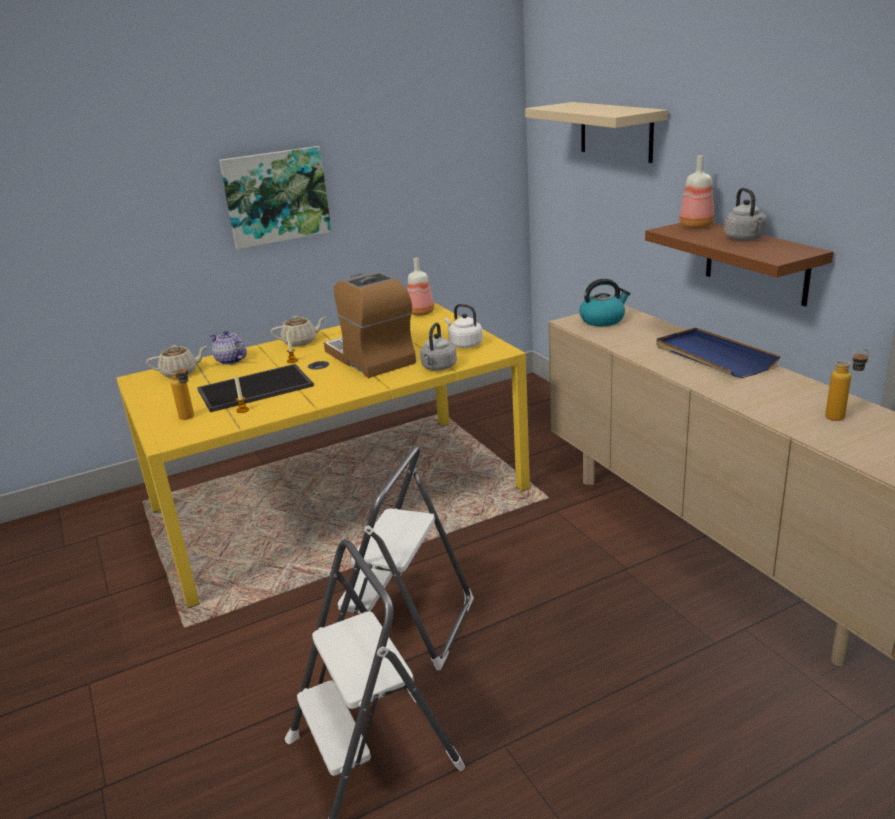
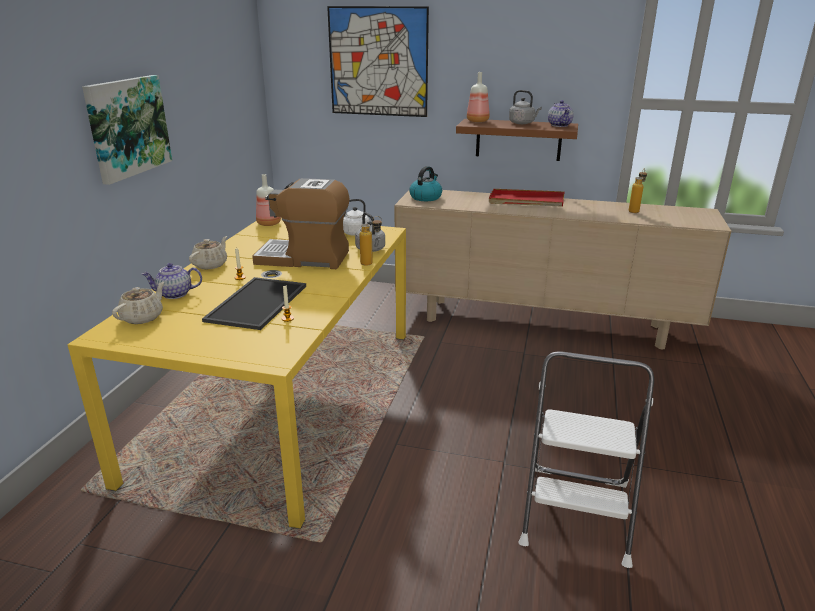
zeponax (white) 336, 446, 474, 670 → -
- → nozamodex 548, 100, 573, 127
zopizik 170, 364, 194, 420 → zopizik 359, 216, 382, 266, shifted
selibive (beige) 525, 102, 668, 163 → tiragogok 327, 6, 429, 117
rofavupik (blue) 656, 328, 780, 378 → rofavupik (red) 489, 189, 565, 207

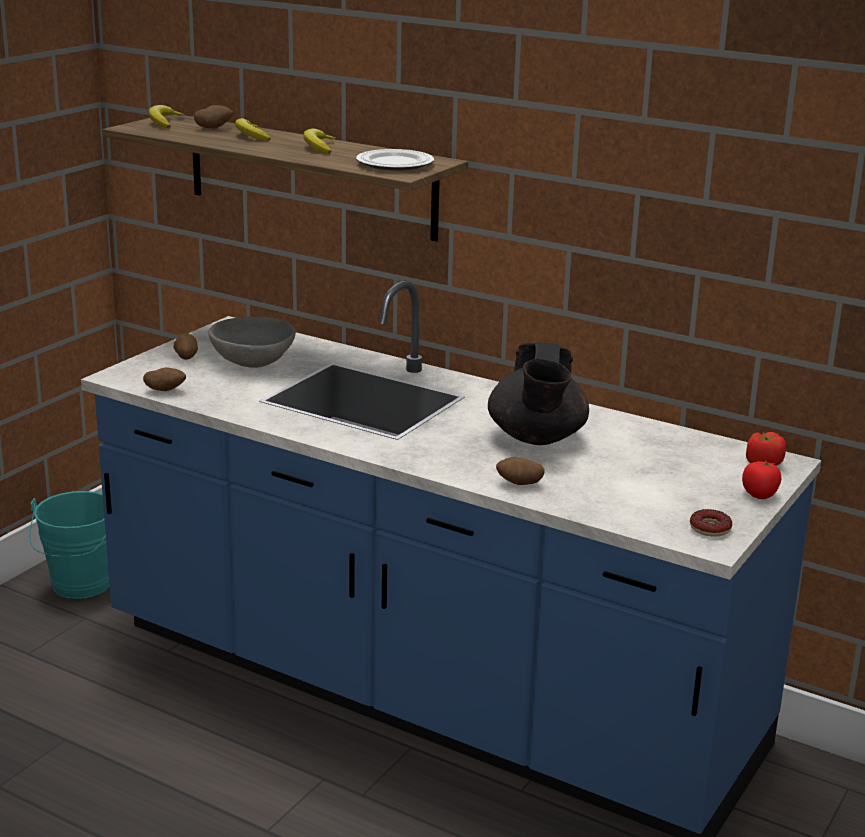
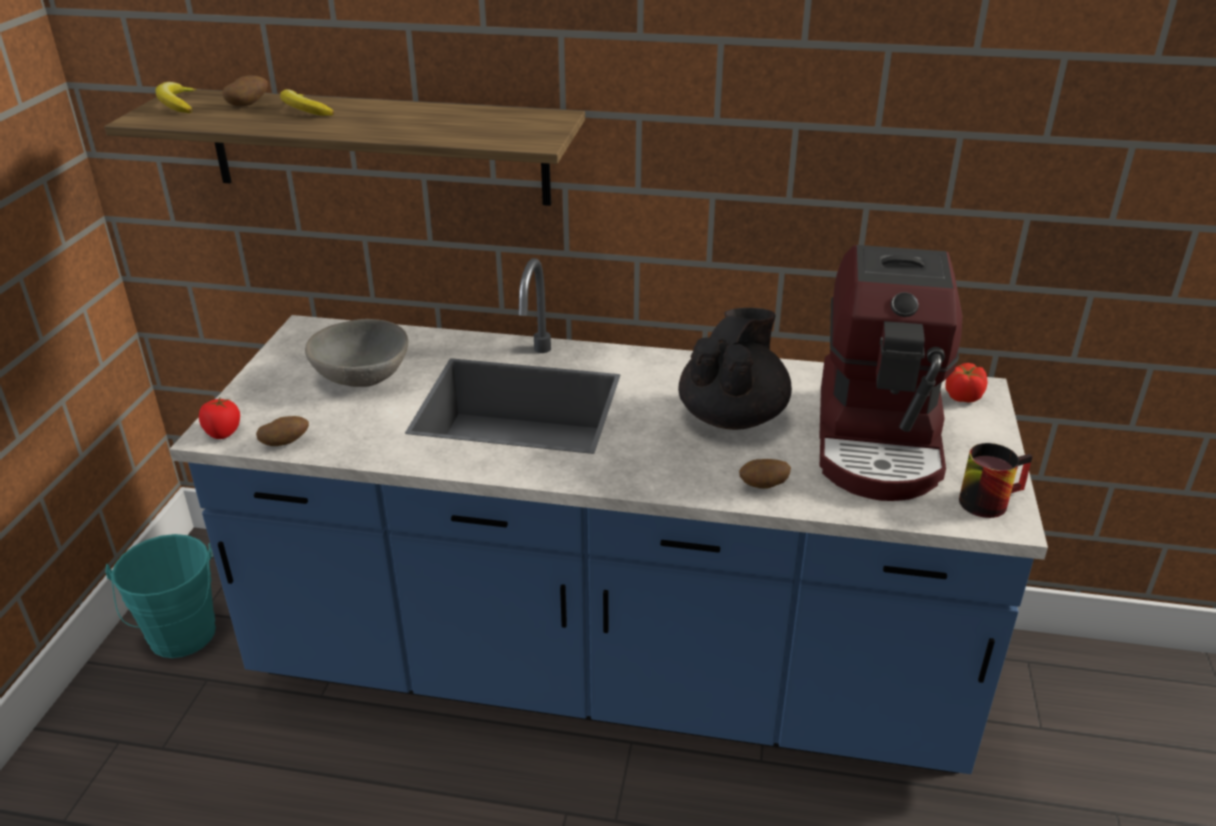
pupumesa 173, 333, 198, 360 → -
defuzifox 303, 129, 336, 154 → -
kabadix 356, 149, 434, 171 → -
- → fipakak 819, 245, 962, 501
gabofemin 742, 460, 781, 499 → gabofemin 199, 398, 240, 439, shifted
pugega 690, 509, 732, 537 → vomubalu 959, 443, 1033, 518
nozamodex (black) 488, 342, 589, 445 → nozamodex (black) 678, 308, 792, 430, 135 degrees counterclockwise

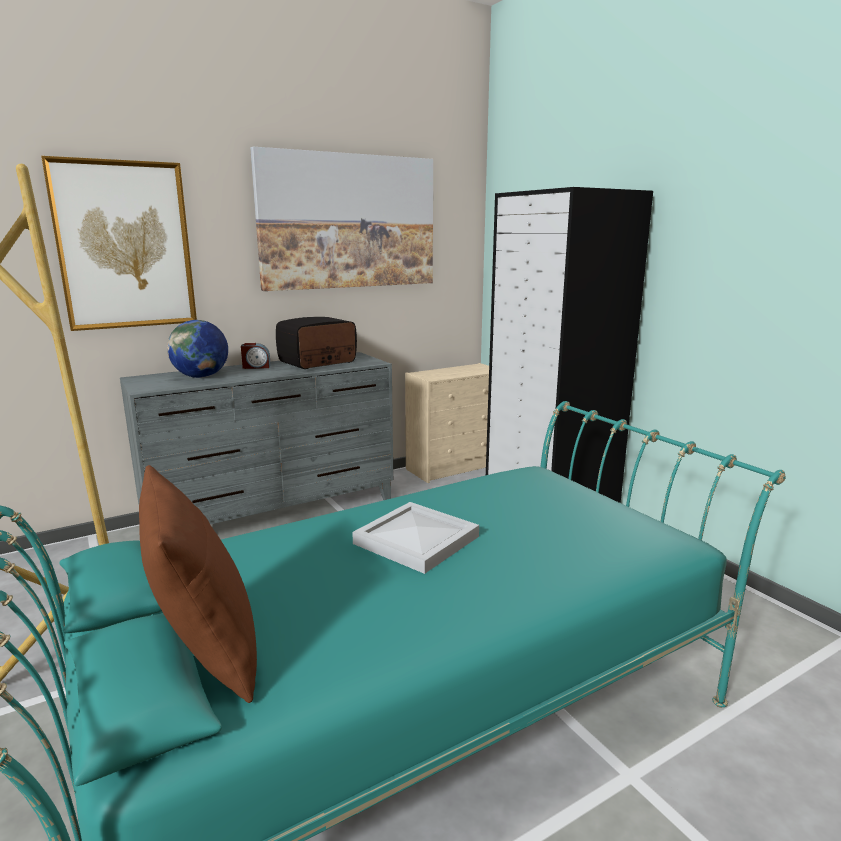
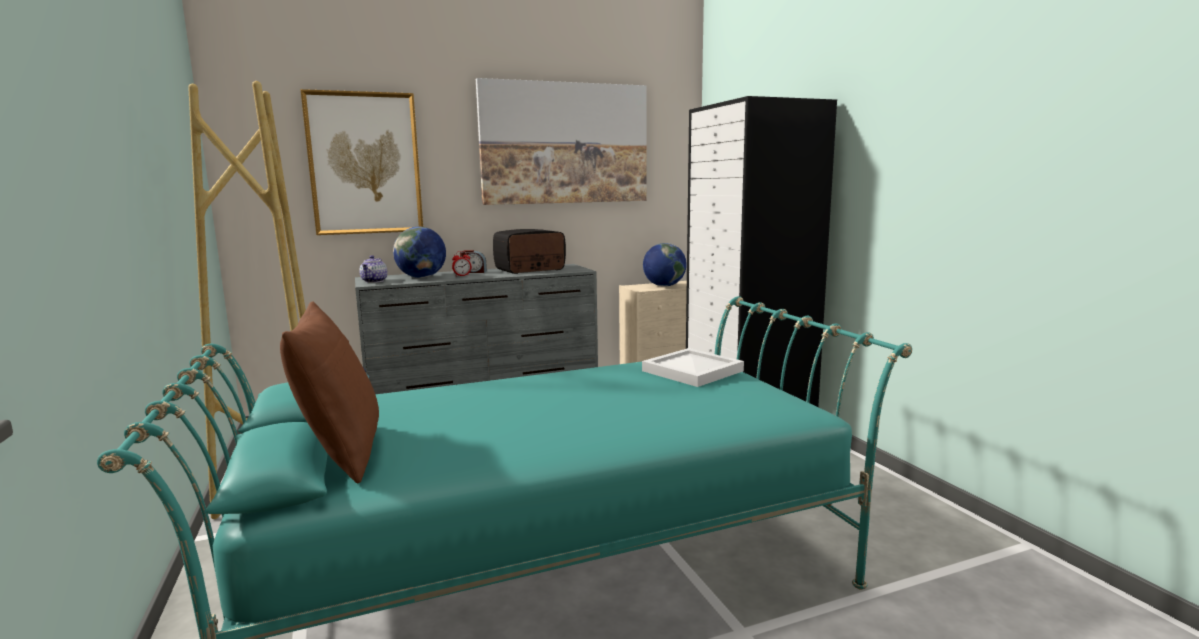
- → nozamodex 359, 255, 388, 283
- → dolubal 452, 251, 471, 277
- → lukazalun 643, 243, 687, 287
rofavupik (white) 352, 502, 479, 574 → rofavupik (white) 642, 348, 744, 387, shifted

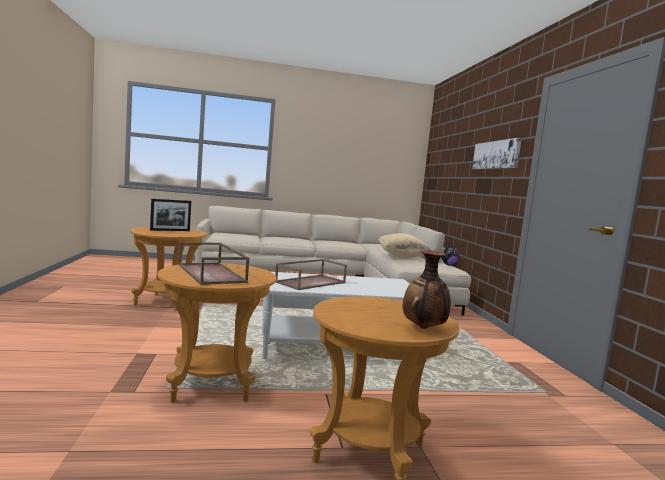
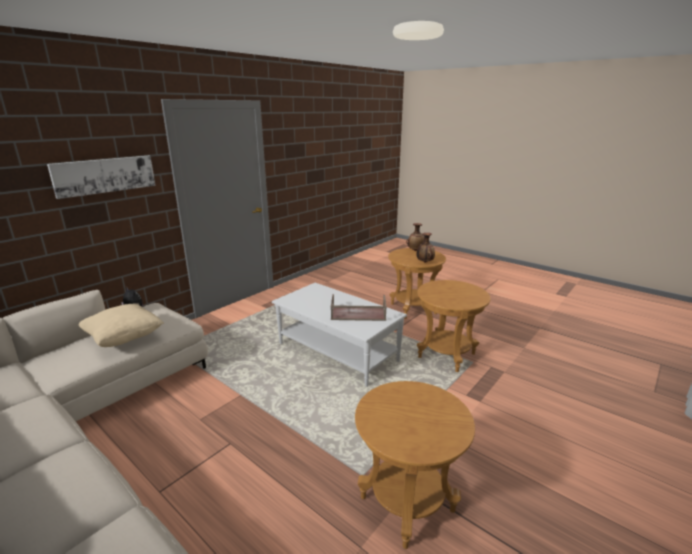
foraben 150, 199, 191, 231 → -
rofavupik (brown) 179, 242, 250, 285 → -
- → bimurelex 416, 233, 435, 263

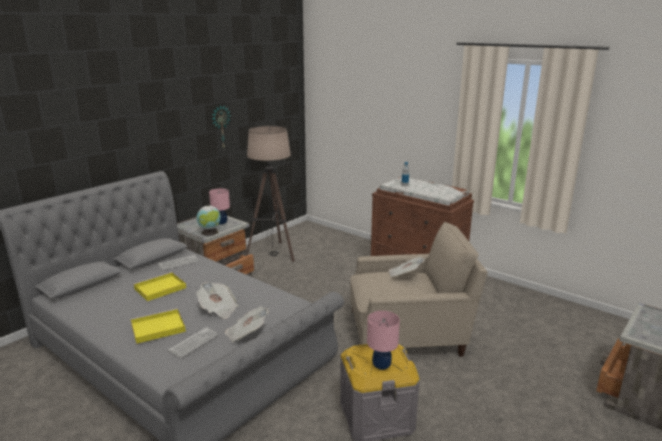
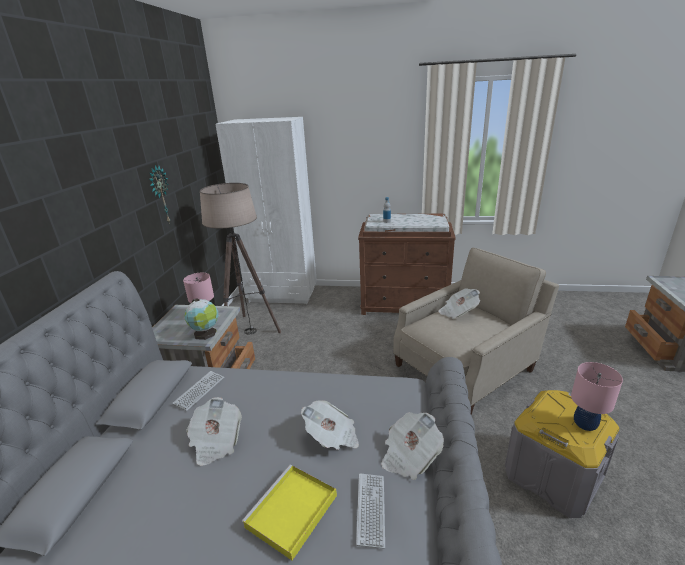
- → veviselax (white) 215, 117, 317, 304
rofavupik (yellow) 133, 272, 186, 301 → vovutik 186, 397, 242, 466

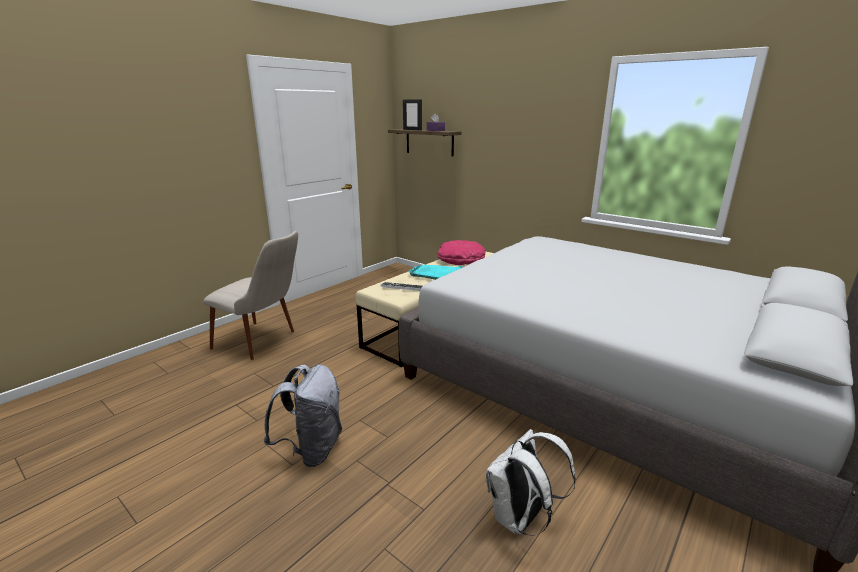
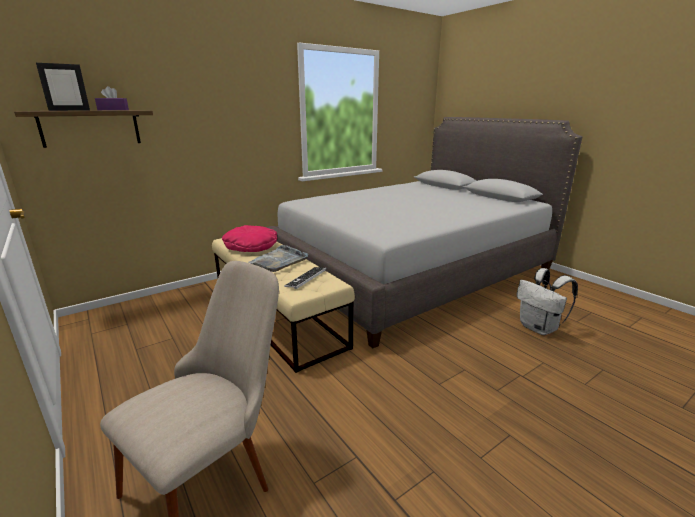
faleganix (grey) 264, 364, 342, 467 → -
rofavupik (turquoise) 408, 264, 463, 280 → rofavupik (grey) 249, 245, 308, 272

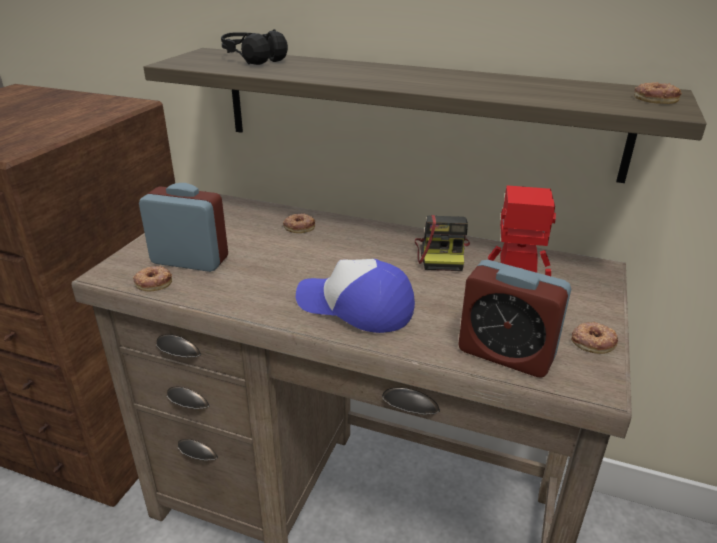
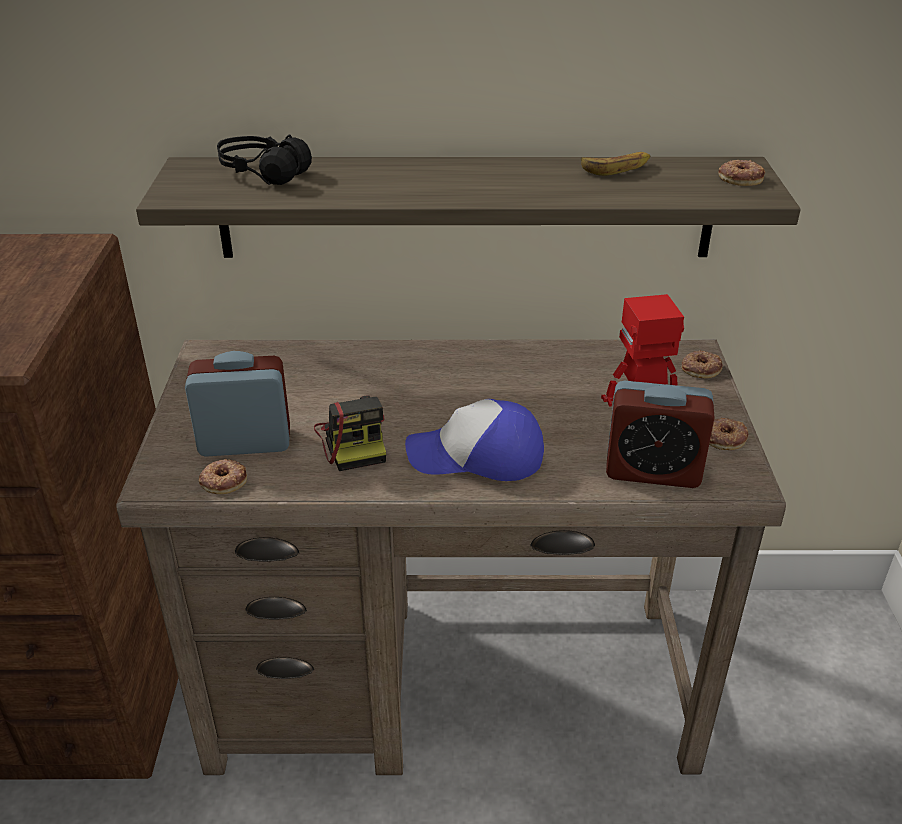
- → defuzifox 581, 152, 650, 176
pugega 283, 213, 315, 233 → pugega 682, 350, 723, 378, shifted
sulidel 415, 215, 470, 271 → sulidel 314, 395, 386, 471, shifted

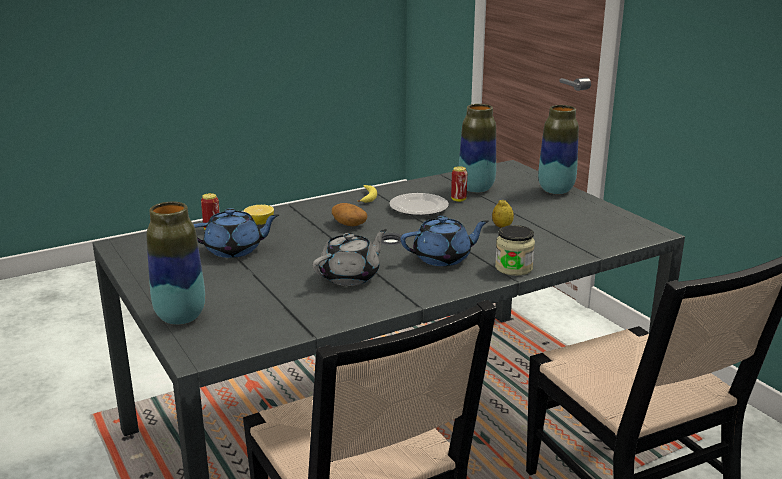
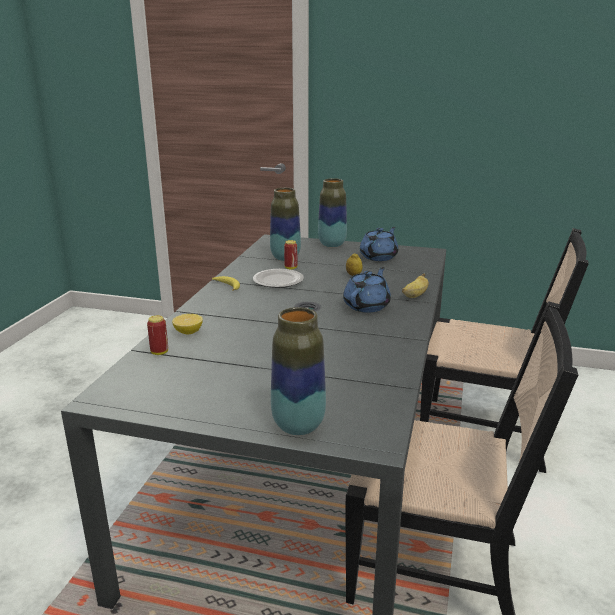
nozamodex (grey) 313, 229, 387, 286 → -
pupumesa 332, 203, 367, 226 → -
nozamodex (blue) 193, 208, 279, 258 → nozamodex (blue) 360, 227, 398, 261, shifted
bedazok 495, 225, 535, 276 → defuzifox 402, 273, 429, 298

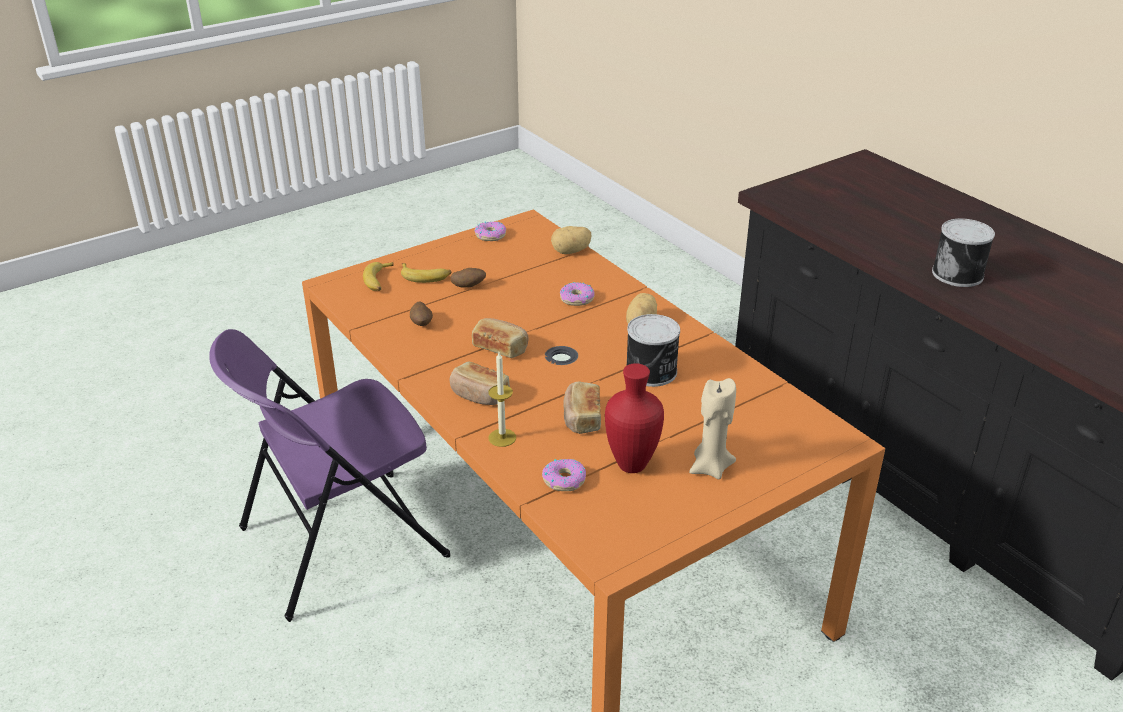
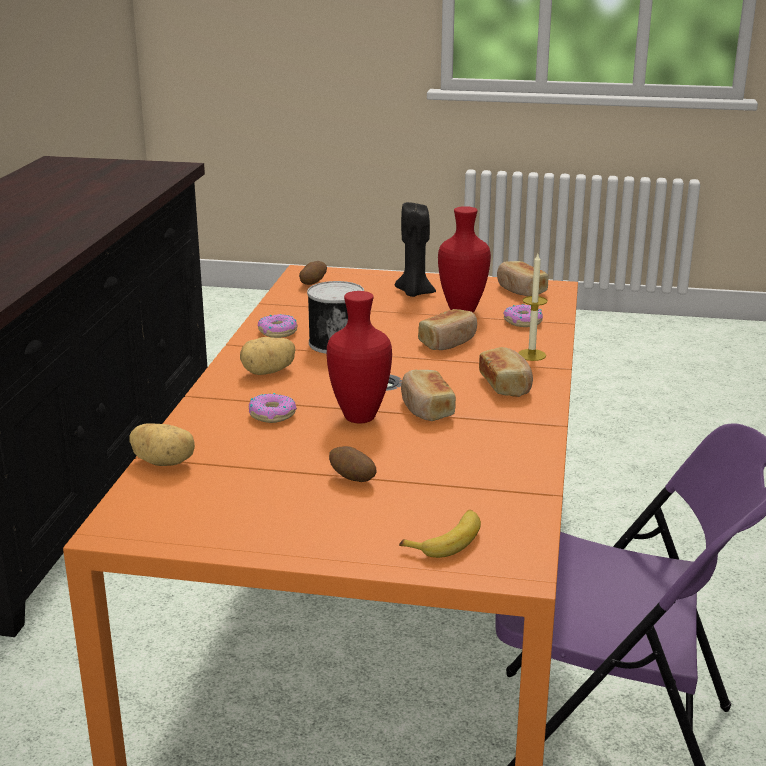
defuzifox 401, 263, 451, 283 → -
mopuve 932, 218, 995, 287 → -
- → bimurelex (red) 327, 291, 392, 423
- → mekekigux 497, 261, 548, 296
pupumesa 410, 301, 433, 326 → pupumesa 299, 261, 327, 285, shifted
pugega 475, 222, 506, 241 → pugega 258, 314, 297, 338, shifted
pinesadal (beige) 689, 378, 736, 479 → pinesadal (black) 395, 202, 436, 297

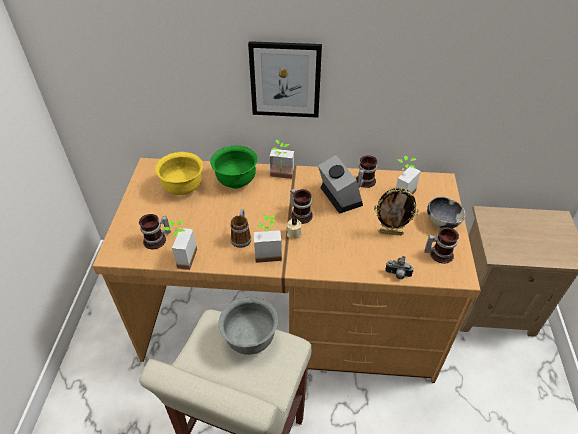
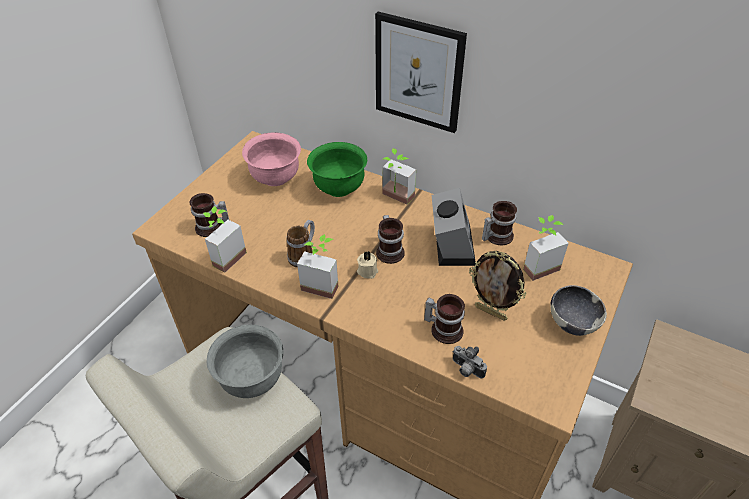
vomubalu 424, 227, 459, 264 → vomubalu 424, 294, 465, 344, shifted
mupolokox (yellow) 155, 152, 203, 195 → mupolokox (pink) 242, 132, 301, 186

